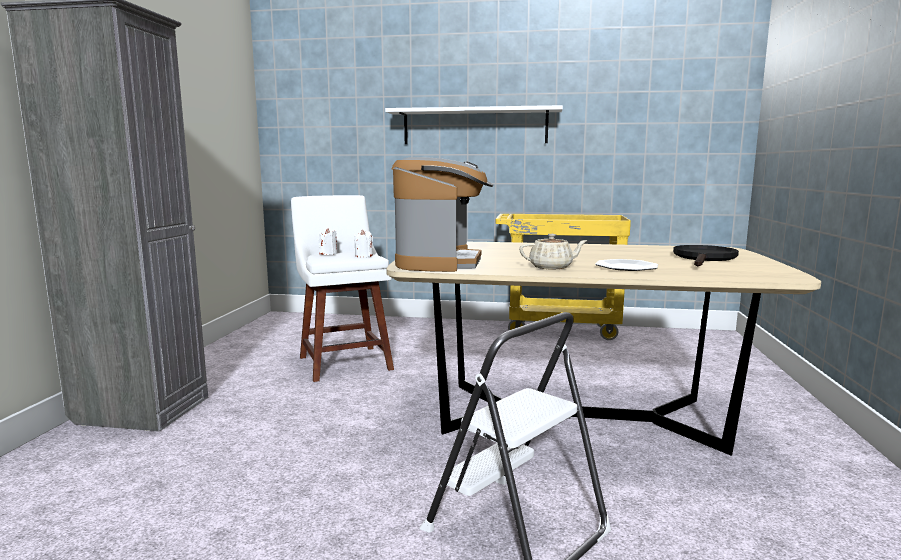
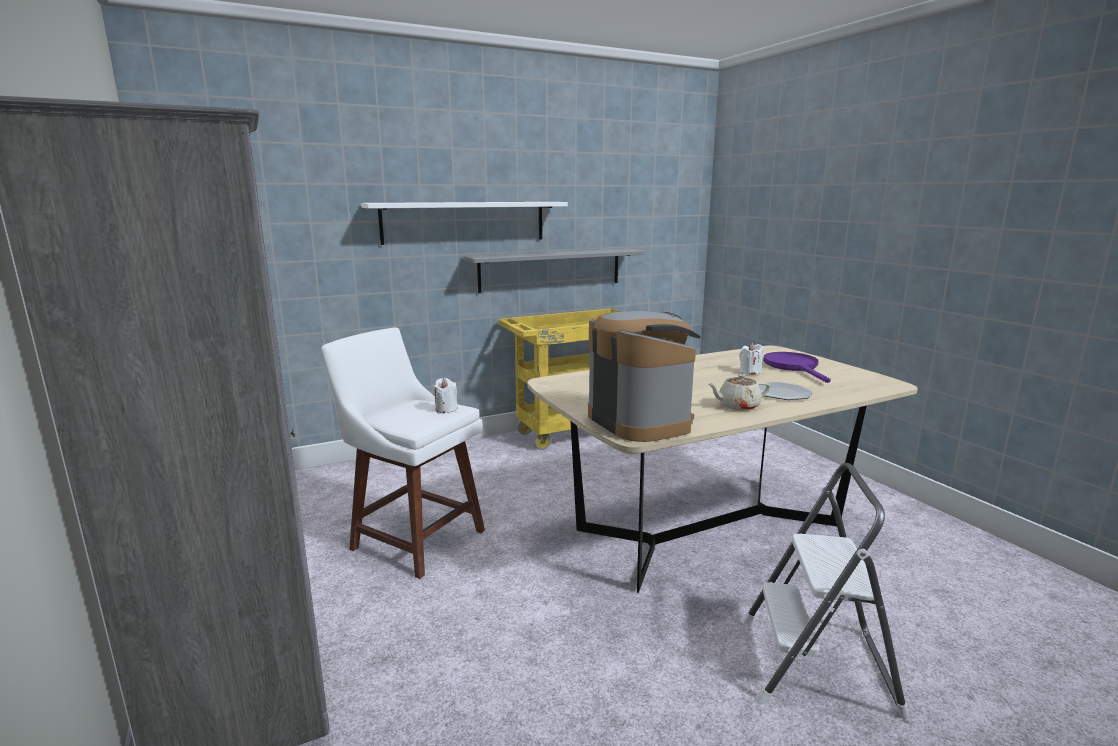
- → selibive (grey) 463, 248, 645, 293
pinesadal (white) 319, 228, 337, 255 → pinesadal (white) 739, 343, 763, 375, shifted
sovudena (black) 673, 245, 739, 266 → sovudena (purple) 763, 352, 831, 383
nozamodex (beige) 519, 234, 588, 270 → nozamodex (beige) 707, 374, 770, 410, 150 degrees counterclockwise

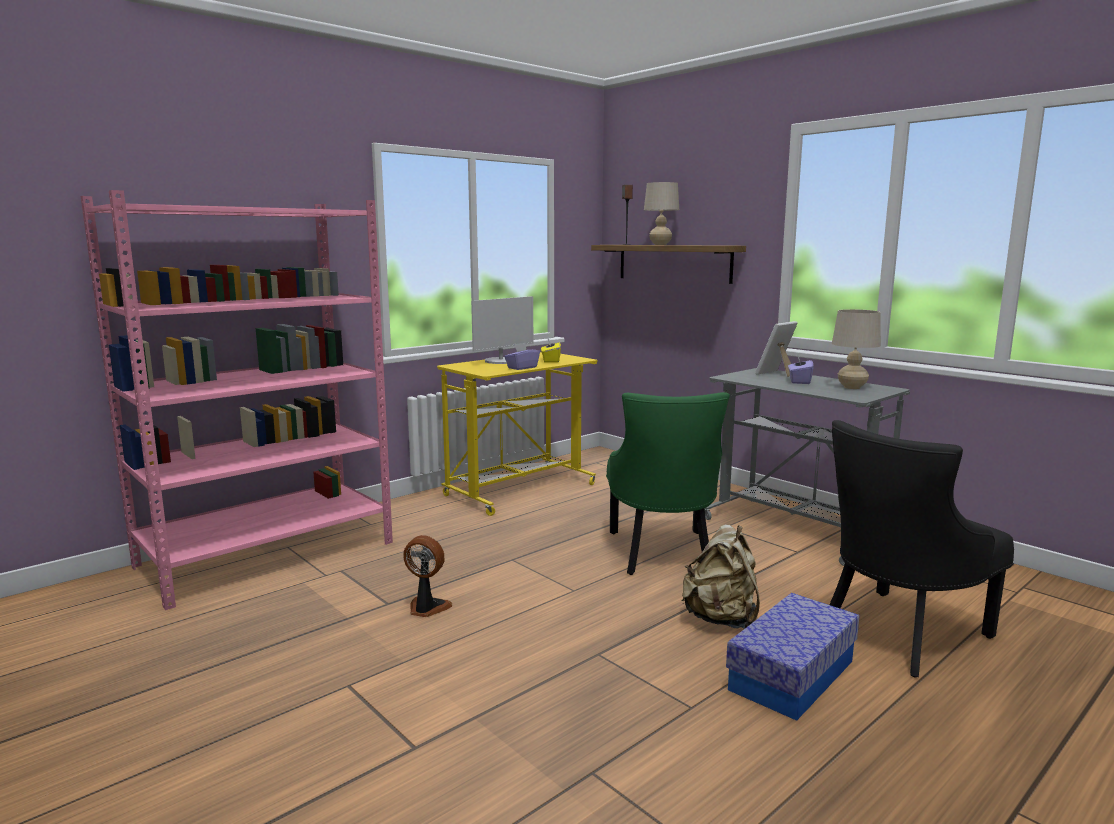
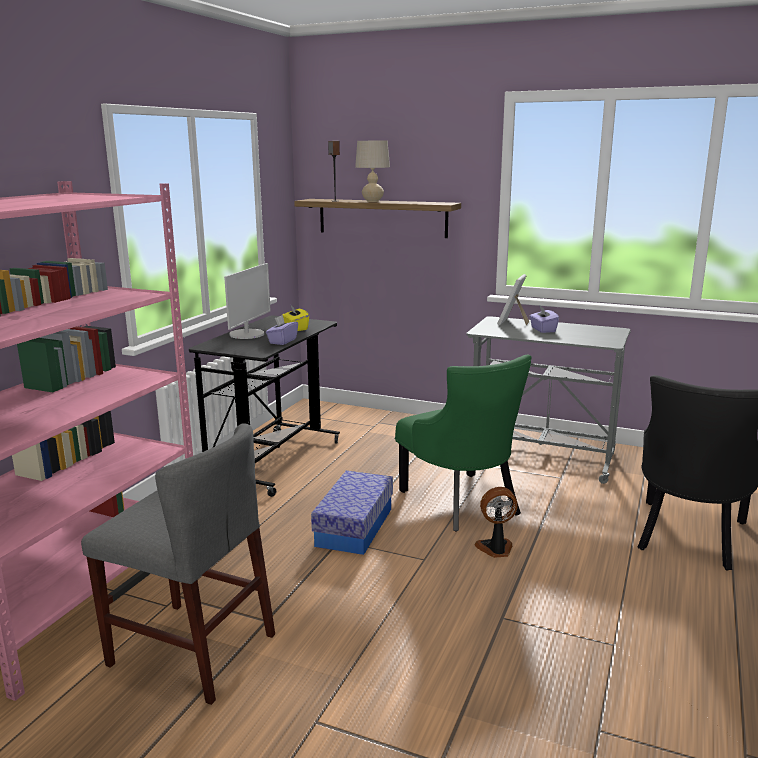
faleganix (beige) 682, 524, 760, 629 → -
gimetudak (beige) 832, 309, 881, 389 → -
- → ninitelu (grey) 81, 424, 275, 705
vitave 403, 535, 453, 617 → vitave 474, 487, 518, 558, shifted
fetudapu 726, 593, 859, 721 → fetudapu 311, 471, 393, 555, shifted
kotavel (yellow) 437, 352, 597, 516 → kotavel (black) 189, 315, 340, 497

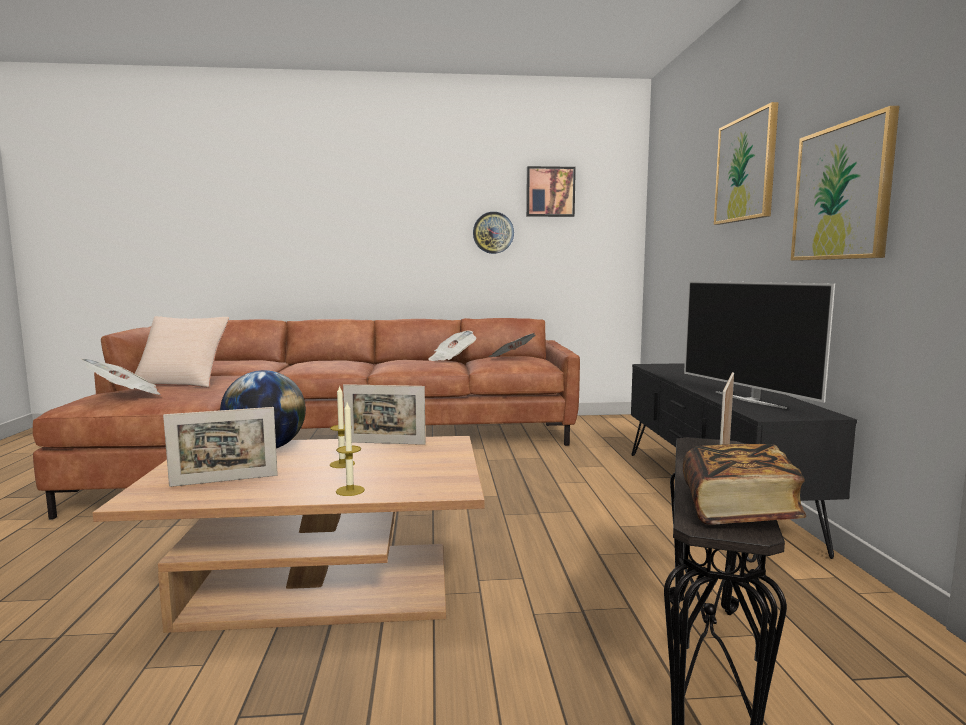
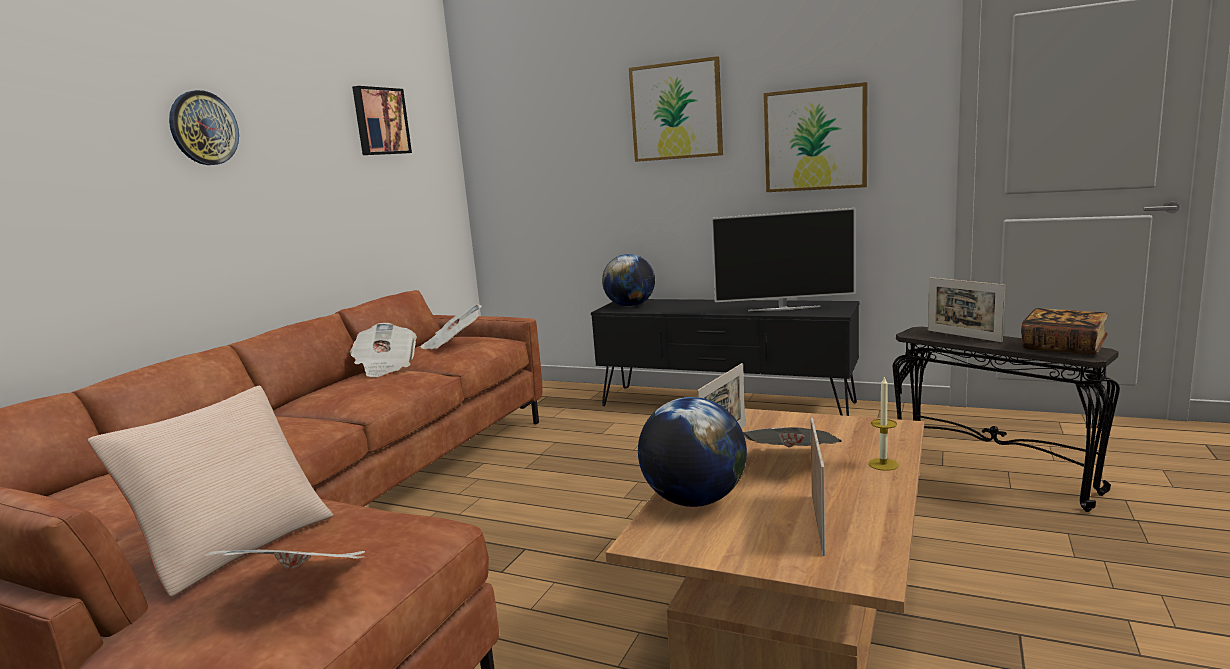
- → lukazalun 602, 254, 655, 307
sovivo 473, 212, 514, 254 → sovivo 169, 90, 239, 165, shifted
pinesadal 330, 385, 355, 468 → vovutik 743, 427, 842, 448

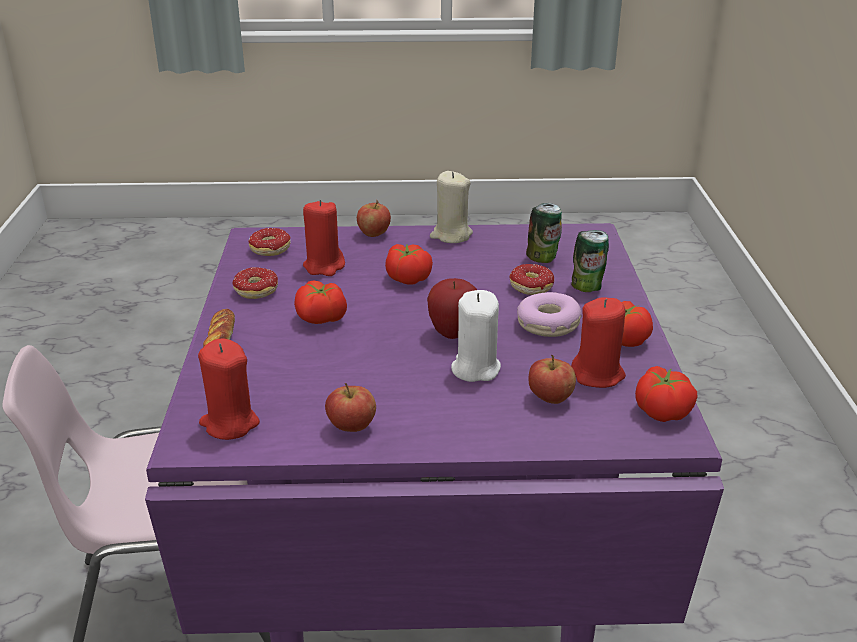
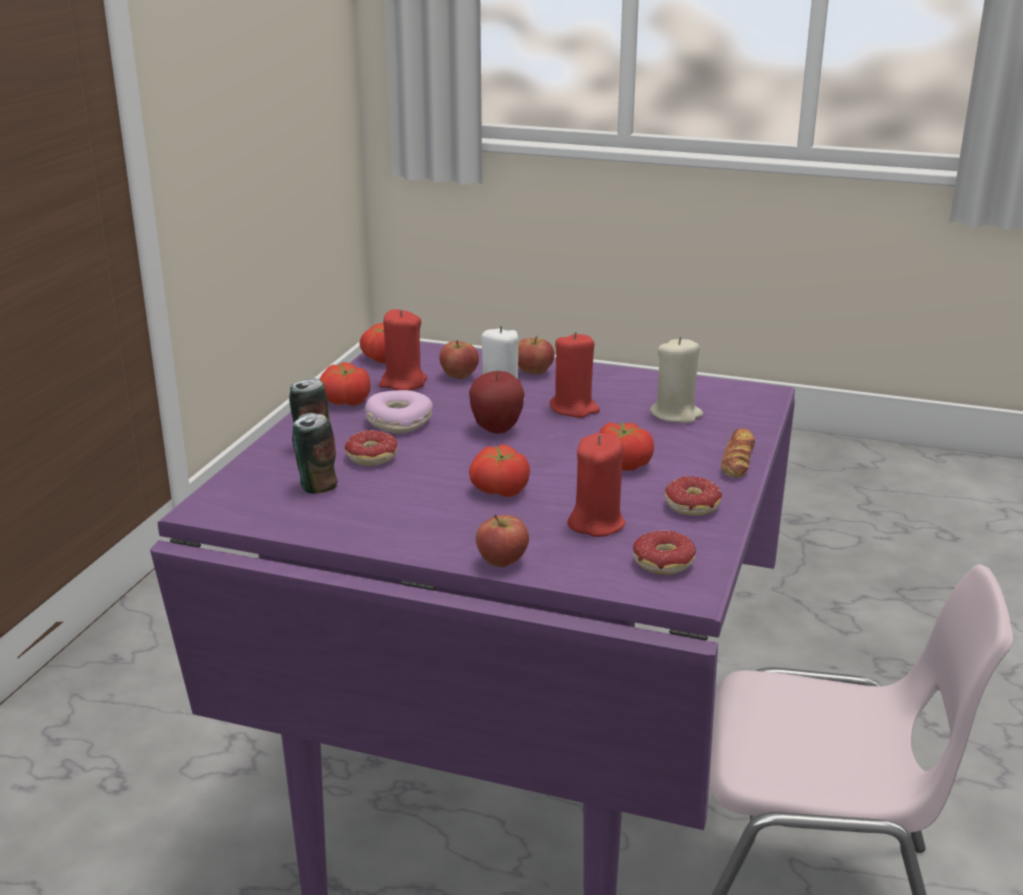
pinesadal (red) 198, 339, 260, 440 → pinesadal (red) 550, 332, 600, 418, shifted
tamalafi 325, 383, 376, 432 → tamalafi 518, 336, 555, 375, shifted
pinesadal (beige) 430, 171, 473, 243 → pinesadal (beige) 650, 337, 703, 423, shifted

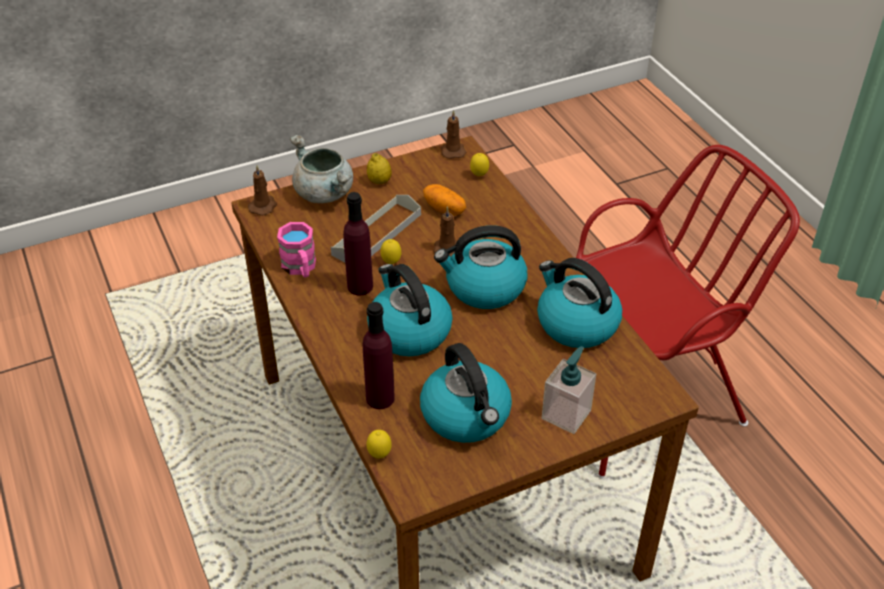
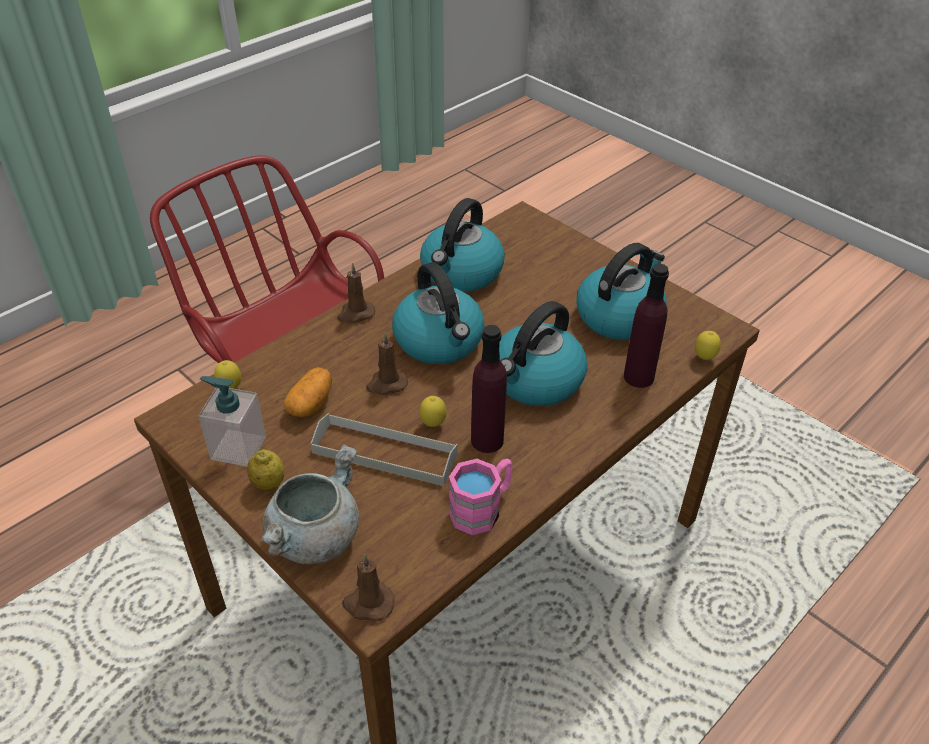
pinesadal (brown) 441, 110, 466, 159 → pinesadal (brown) 337, 263, 375, 323, shifted
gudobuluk 542, 346, 596, 434 → gudobuluk 198, 376, 266, 467, shifted

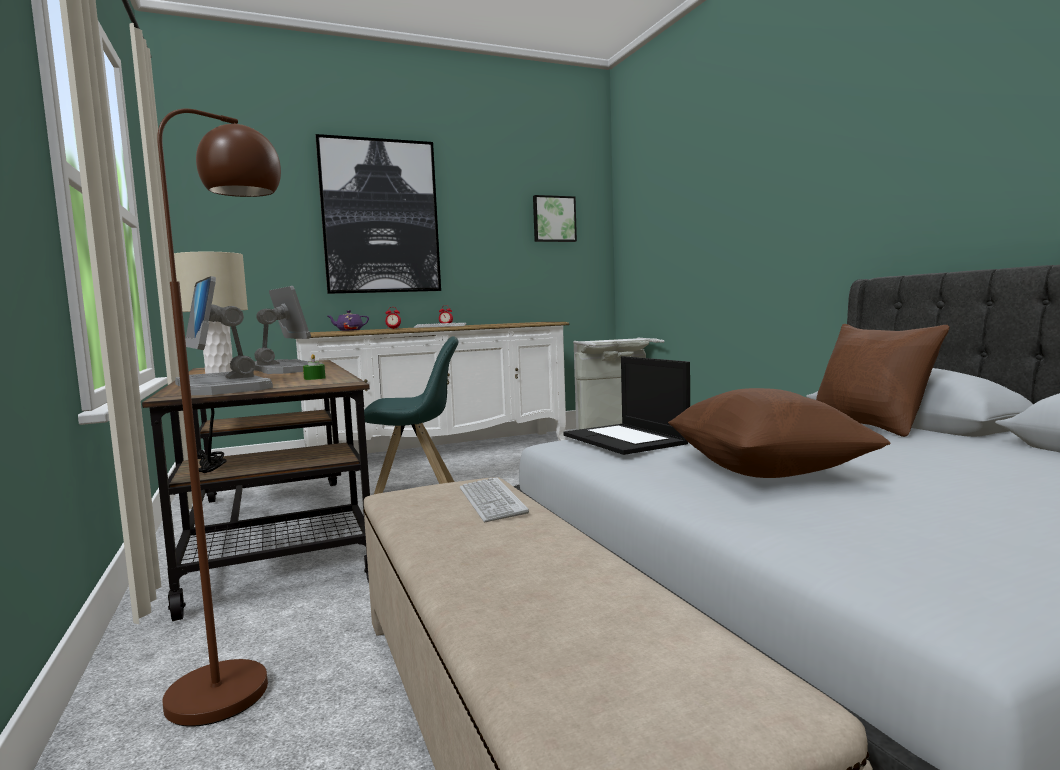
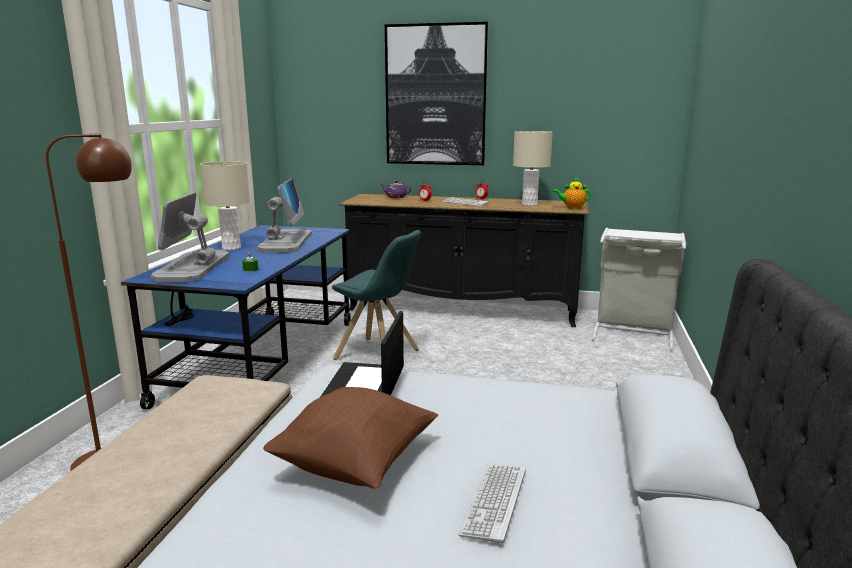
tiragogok 533, 195, 577, 242 → -
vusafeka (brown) 816, 324, 950, 437 → -
- → gimetudak (beige) 513, 131, 553, 206
- → nozamodex 552, 177, 591, 209
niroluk 460, 477, 529, 522 → niroluk 459, 464, 526, 543, shifted
kotavel (brown) 142, 360, 370, 621 → kotavel (blue) 121, 225, 351, 410
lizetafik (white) 293, 322, 569, 447 → lizetafik (black) 339, 194, 590, 327

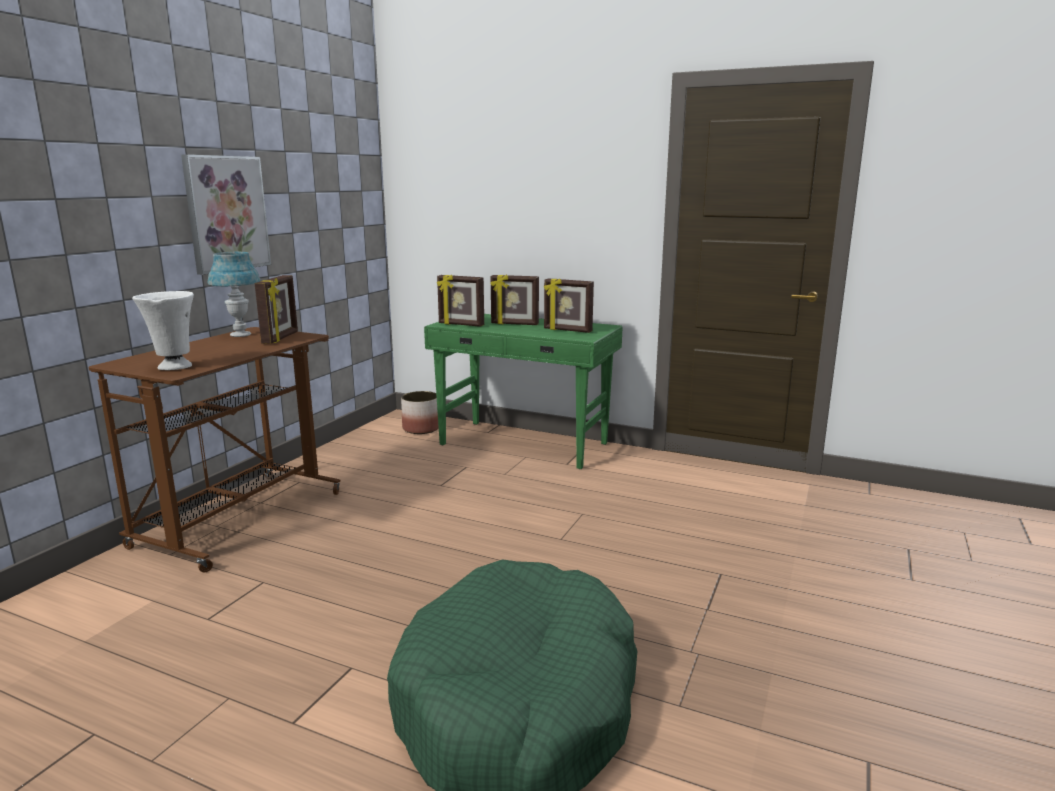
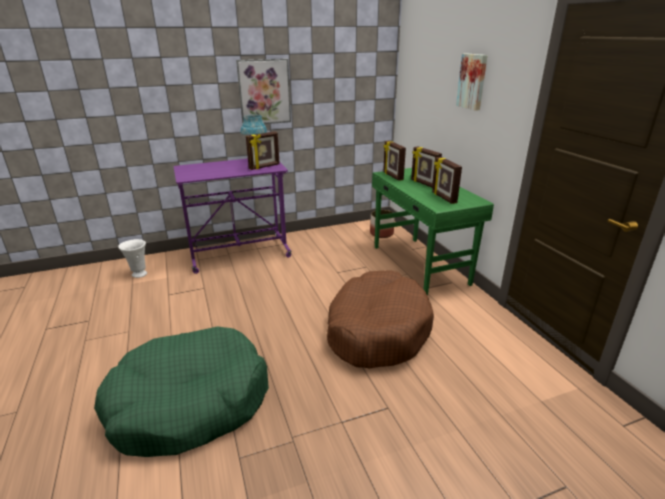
- → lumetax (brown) 327, 270, 434, 369
- → tiragogok 456, 53, 488, 111
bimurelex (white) 132, 291, 194, 370 → bimurelex (white) 118, 239, 147, 278, shifted
kotavel (brown) 89, 327, 340, 572 → kotavel (purple) 174, 159, 291, 274

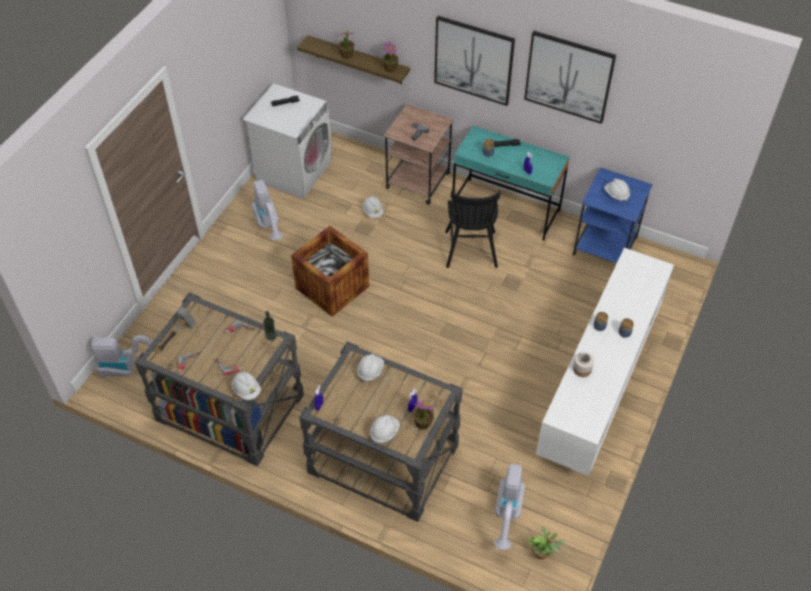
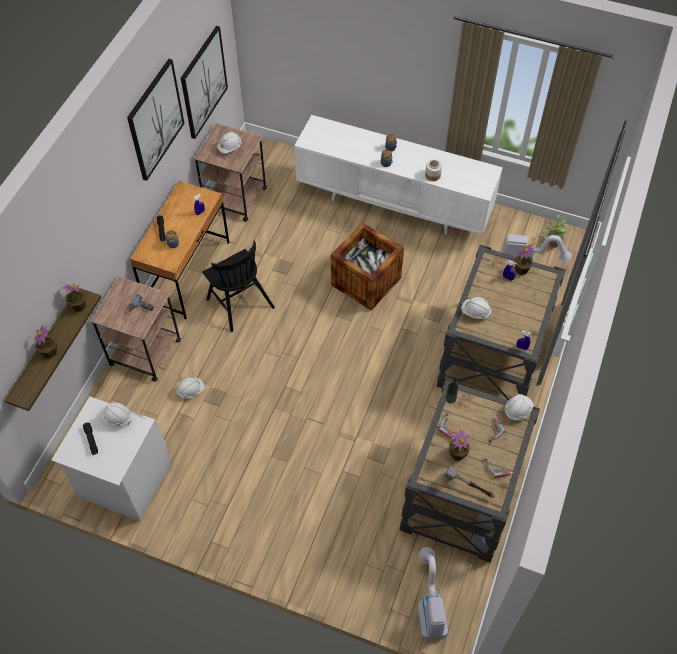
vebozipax 252, 180, 283, 240 → -
- → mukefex 449, 430, 470, 461
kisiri 291, 226, 369, 317 → kisiri 331, 222, 404, 310, shifted
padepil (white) 370, 415, 400, 444 → padepil (white) 101, 402, 131, 427, shifted
tiragogok 434, 16, 515, 106 → tiragogok 181, 26, 228, 139, shifted
kotavel (turquoise) 452, 126, 570, 241 → kotavel (brown) 130, 181, 229, 319
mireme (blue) 572, 167, 653, 263 → mireme (brown) 193, 123, 267, 222
ninitelu (black) 445, 190, 501, 268 → ninitelu (black) 202, 240, 275, 332, 60 degrees clockwise

